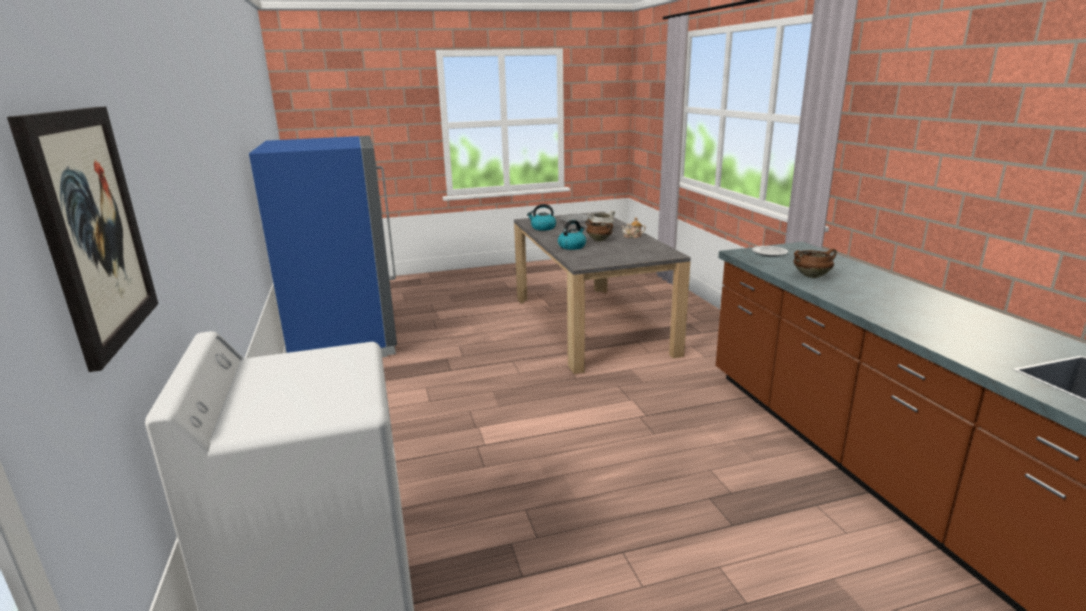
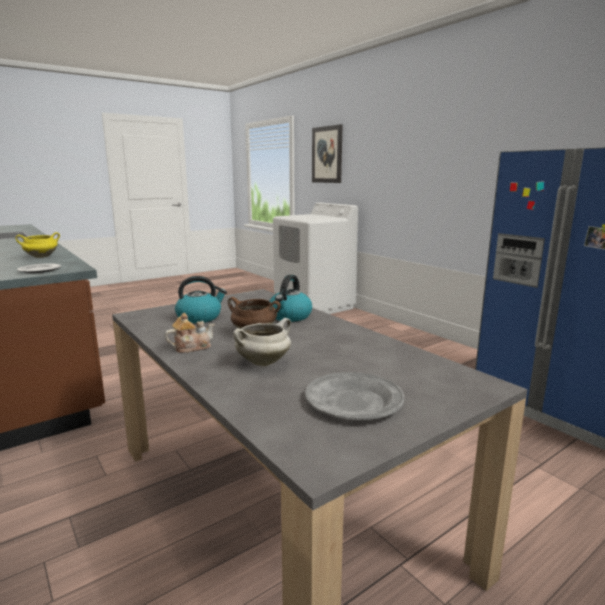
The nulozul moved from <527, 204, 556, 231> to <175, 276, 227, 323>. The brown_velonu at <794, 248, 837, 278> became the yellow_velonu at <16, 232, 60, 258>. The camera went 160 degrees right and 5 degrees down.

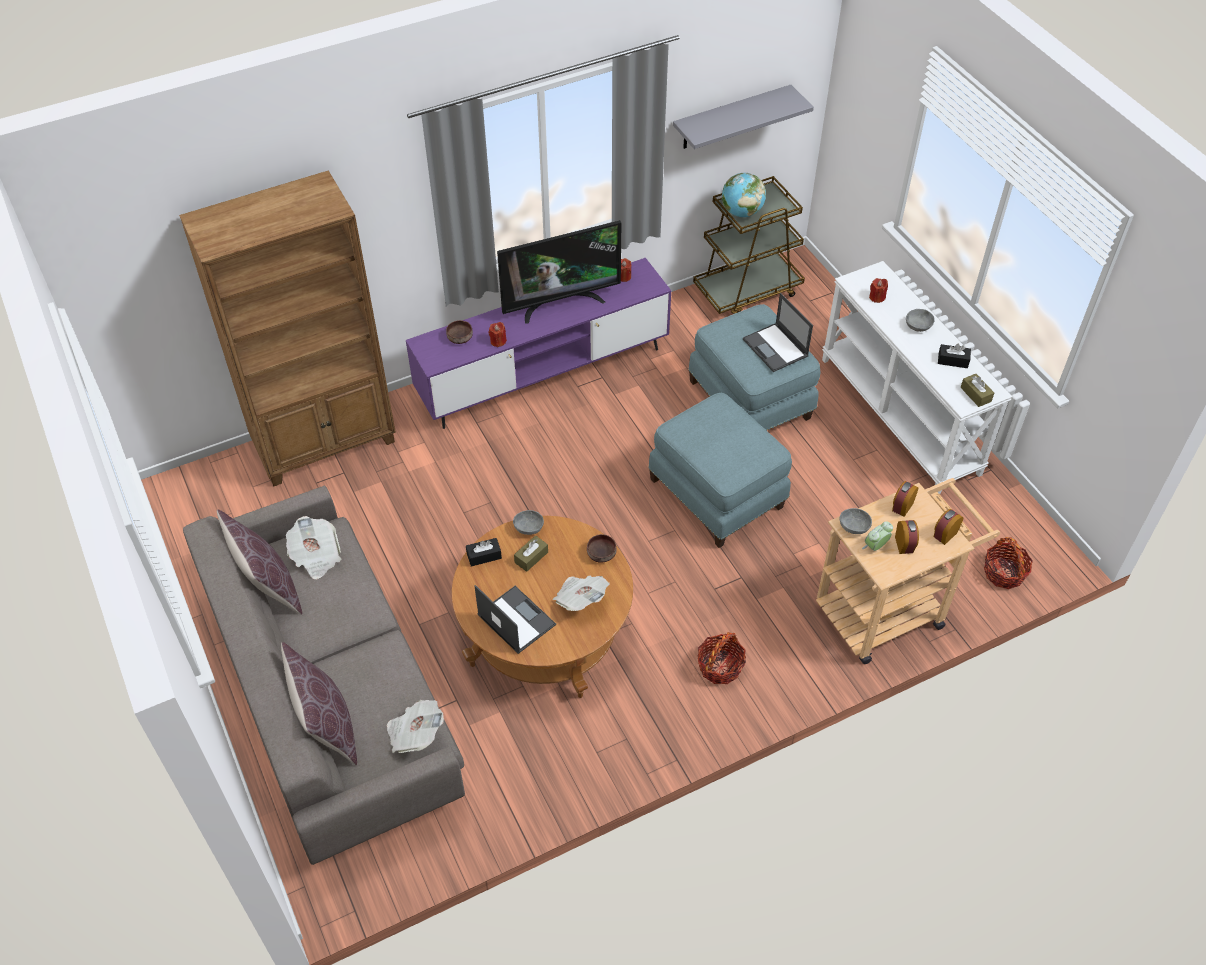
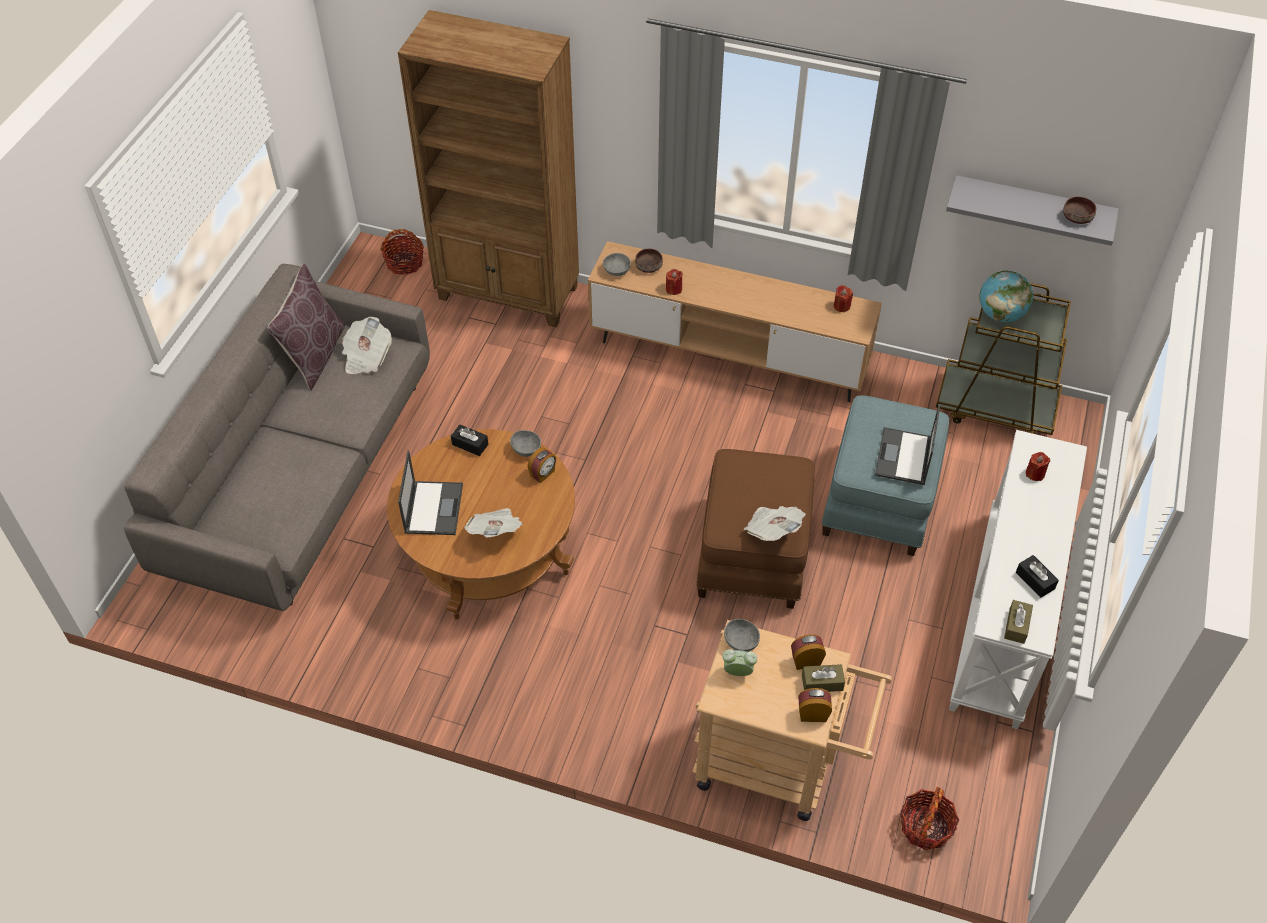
The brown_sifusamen at <281, 642, 357, 765> disappeared. The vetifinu at <497, 220, 621, 324> disappeared. The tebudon moved from <387, 700, 444, 753> to <743, 506, 806, 541>. The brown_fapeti moved from <514, 536, 548, 572> to <802, 664, 845, 692>. The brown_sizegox moved from <587, 534, 617, 563> to <1063, 196, 1097, 224>. The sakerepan moved from <697, 632, 746, 684> to <380, 229, 424, 275>. The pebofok moved from <895, 520, 919, 554> to <528, 447, 556, 483>. The grey_sizegox moved from <906, 309, 935, 332> to <603, 253, 631, 276>. The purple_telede at <406, 258, 671, 429> became the brown_telede at <588, 241, 882, 402>. The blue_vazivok at <648, 393, 792, 548> became the brown_vazivok at <696, 449, 814, 609>. The camera went 45 degrees right and 0 degrees up.

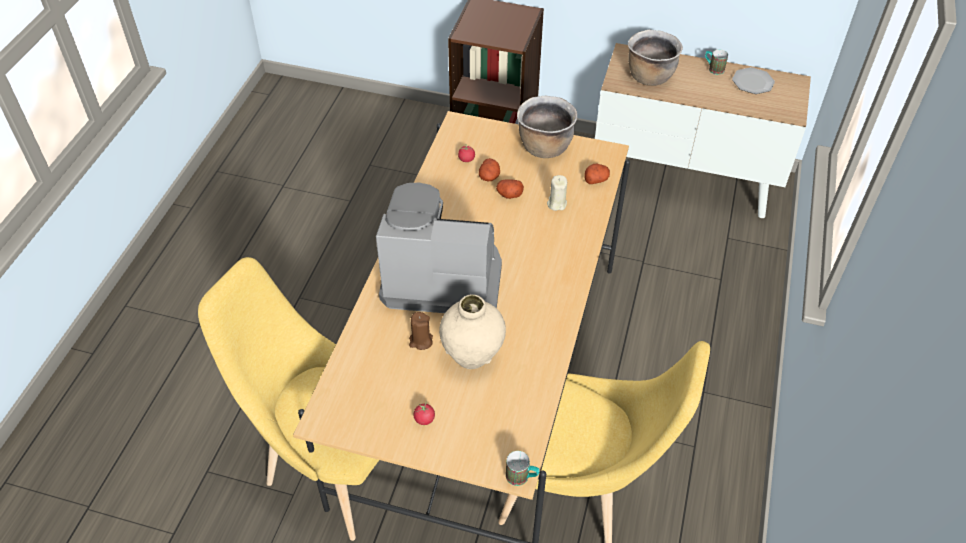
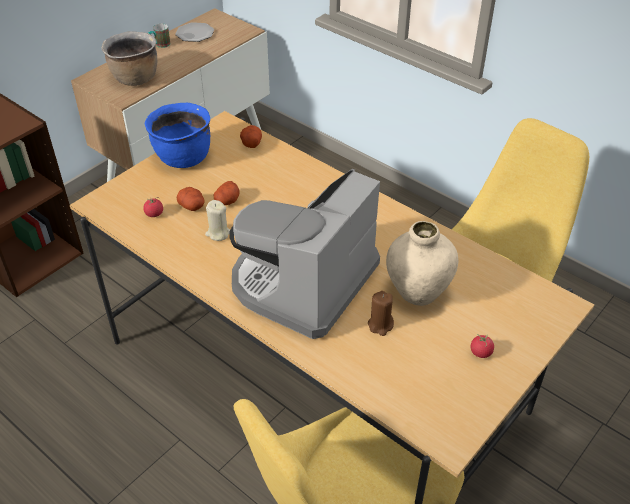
The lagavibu at <506, 451, 540, 486> disappeared. The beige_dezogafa moved from <547, 175, 567, 211> to <205, 200, 230, 241>. The brown_velonu at <517, 96, 577, 158> became the blue_velonu at <144, 103, 210, 168>. The camera went 65 degrees left and 5 degrees down.

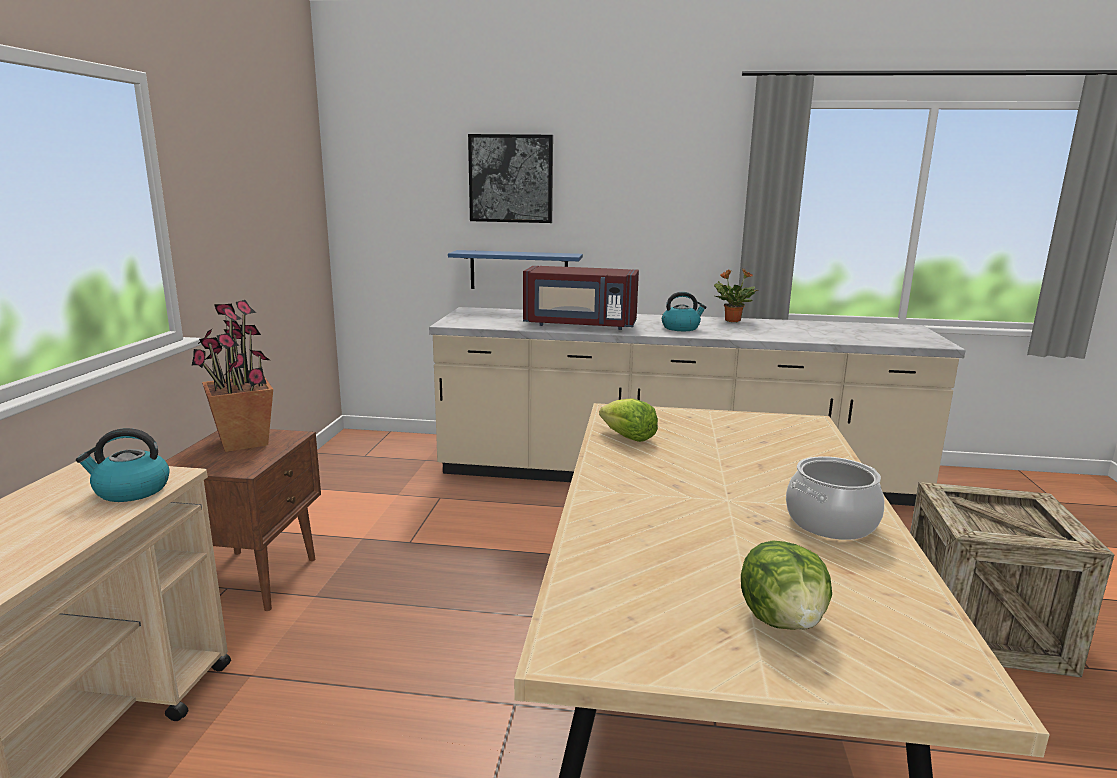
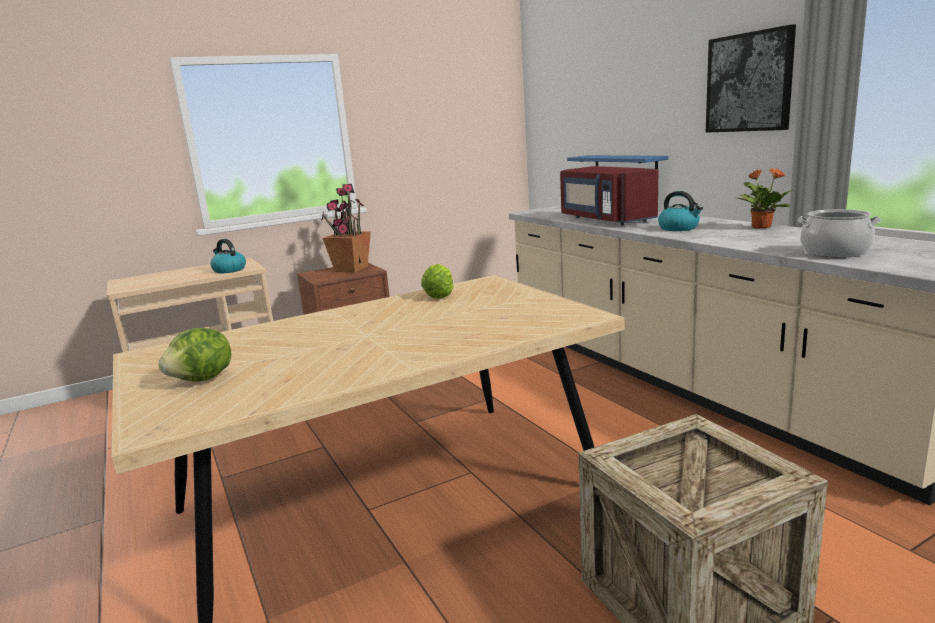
The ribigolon moved from <468, 134, 553, 223> to <706, 24, 796, 133>. The velonu moved from <786, 456, 884, 540> to <797, 209, 881, 258>. The camera went 55 degrees right and 0 degrees up.

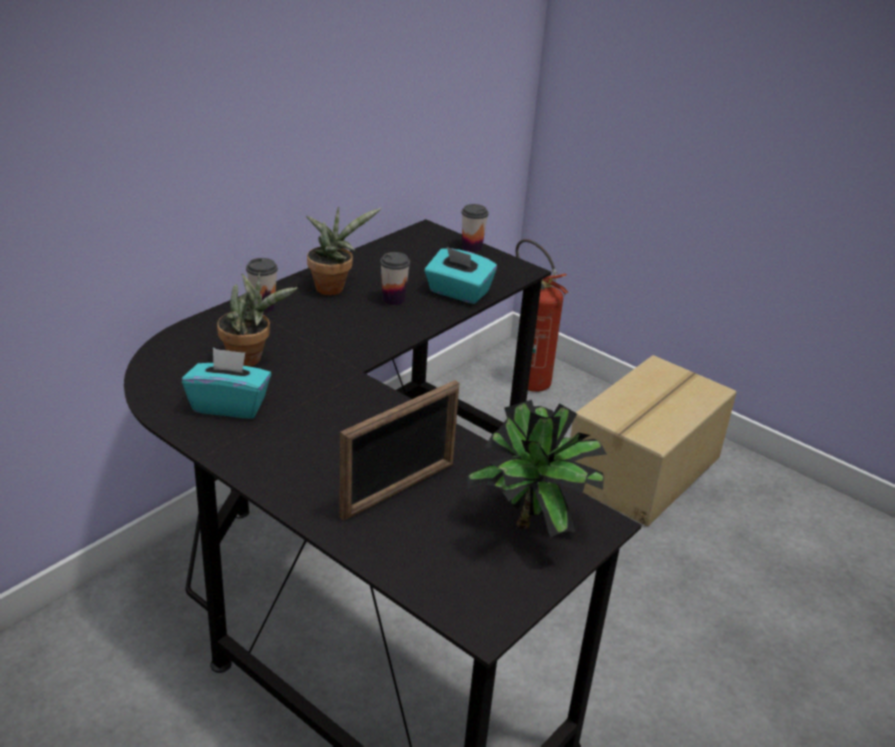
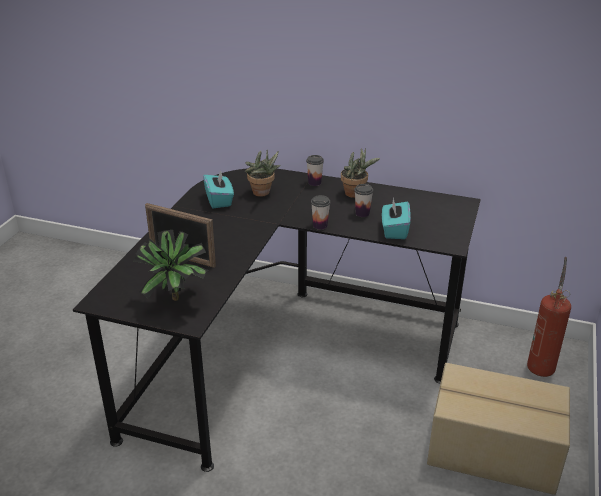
The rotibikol moved from <461, 204, 489, 252> to <311, 195, 330, 230>. The camera went 70 degrees right and 0 degrees up.

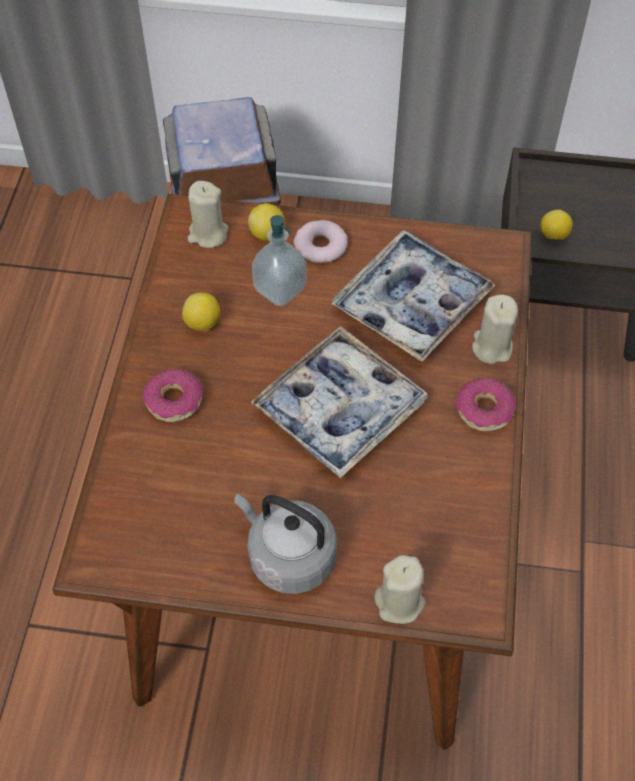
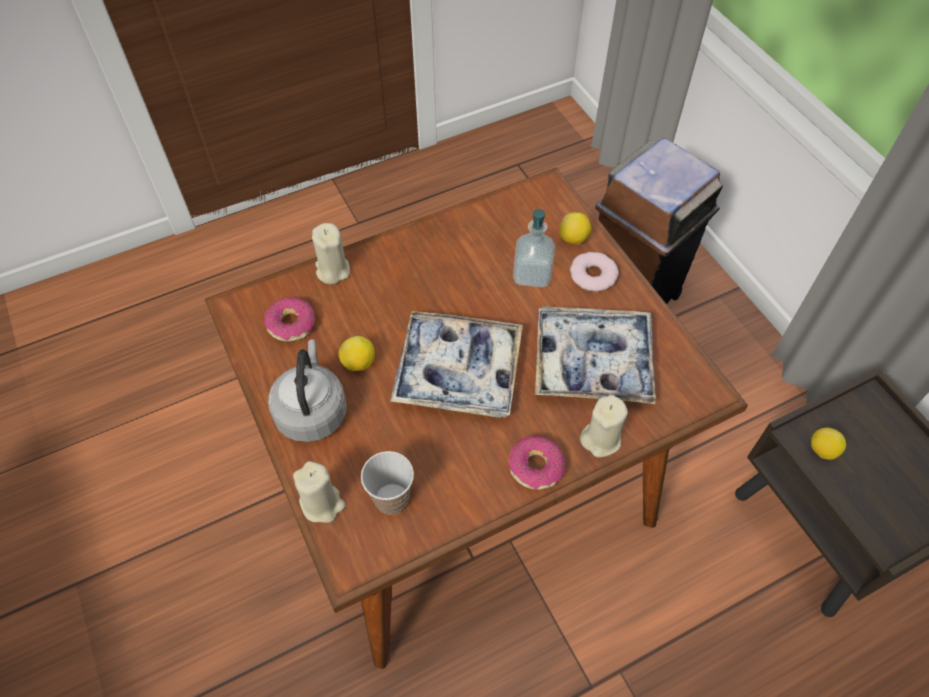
The rotibikol at <361, 451, 414, 515> appeared. The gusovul moved from <143, 369, 203, 422> to <264, 297, 314, 342>. The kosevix moved from <182, 292, 220, 331> to <339, 336, 375, 371>. The beige_dezogafa moved from <188, 181, 229, 248> to <312, 223, 350, 284>. The camera went 55 degrees right and 0 degrees up.

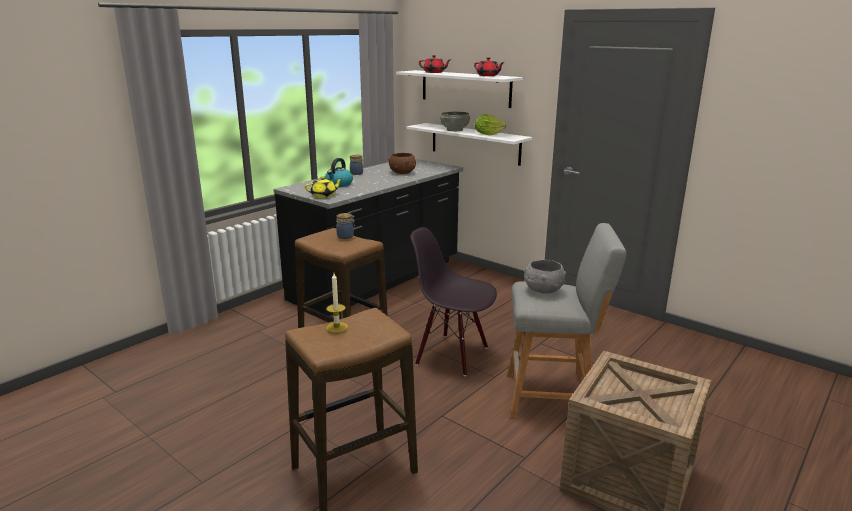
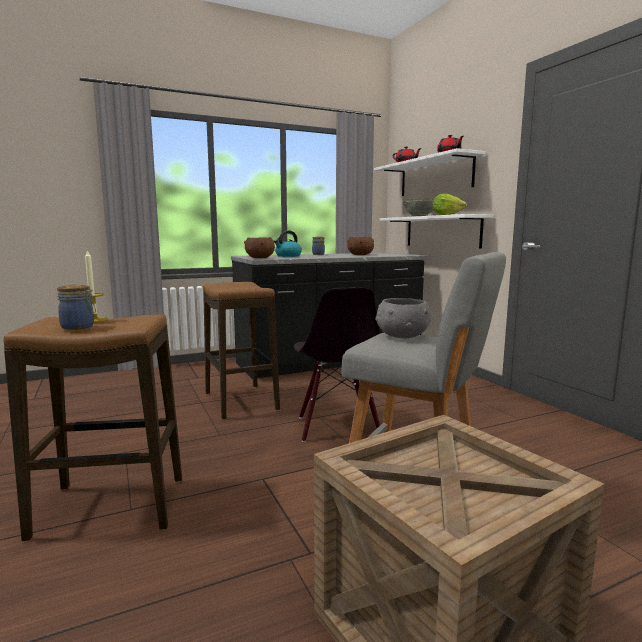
The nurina moved from <336, 213, 355, 239> to <57, 284, 96, 330>. The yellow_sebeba at <305, 176, 343, 198> was replaced by the brown_sizegox at <244, 237, 275, 258>. The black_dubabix at <410, 227, 497, 376> turned 150 degrees counterclockwise. The camera went 25 degrees right and 10 degrees down.

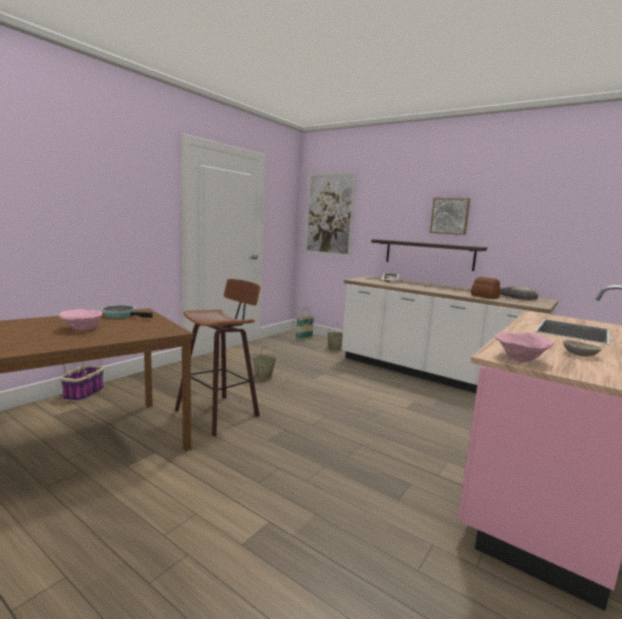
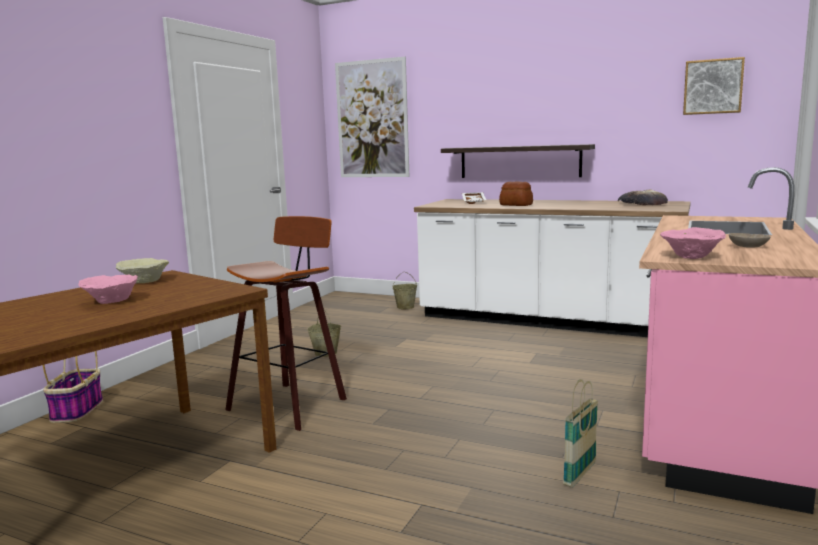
The sakerepan moved from <296, 308, 314, 341> to <563, 379, 598, 488>. The ribigolon moved from <430, 198, 470, 235> to <683, 57, 745, 115>. The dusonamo moved from <471, 277, 501, 299> to <499, 181, 533, 206>. The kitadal at <101, 305, 153, 318> was replaced by the beige_sizegox at <116, 258, 169, 283>. The camera went 10 degrees left and 0 degrees up.

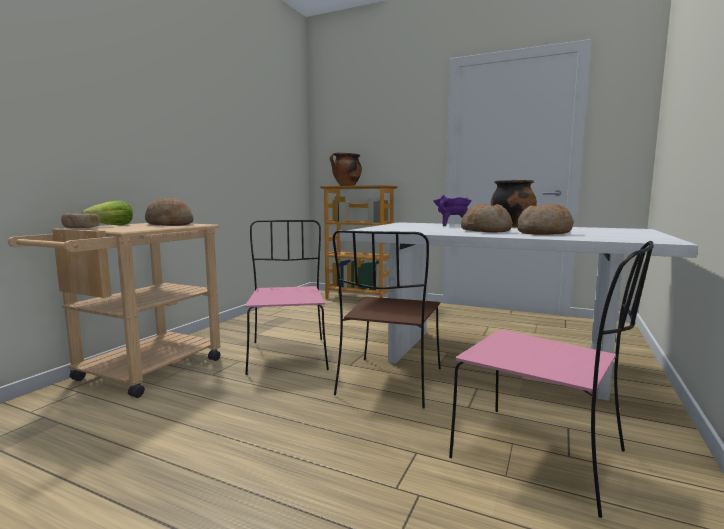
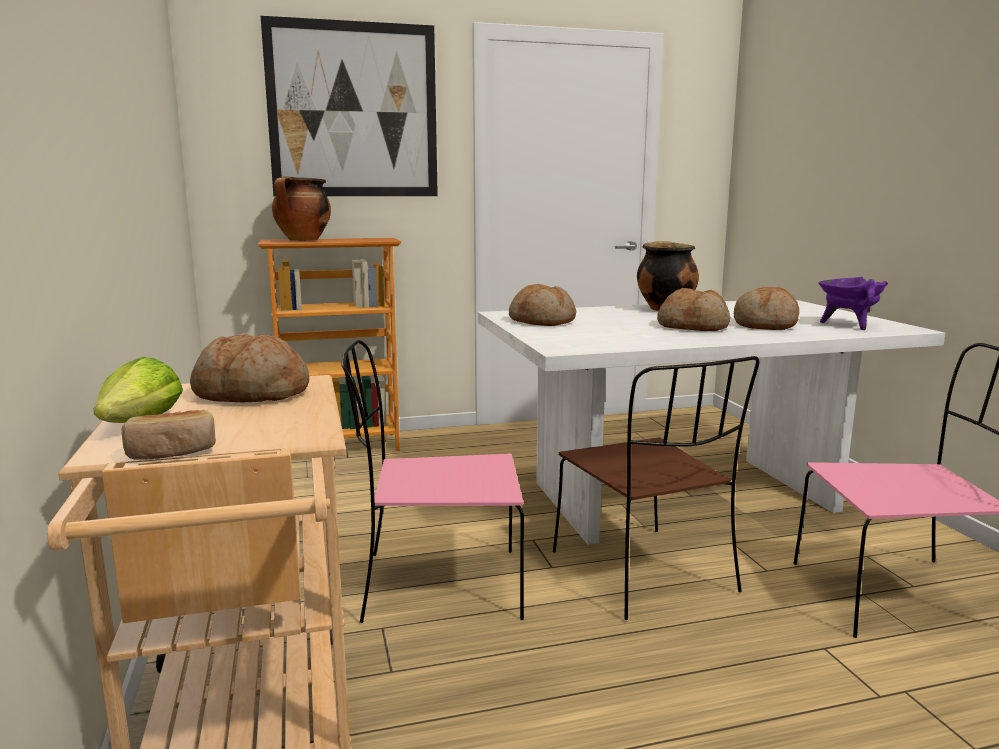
The ribigolon at <261, 16, 438, 196> appeared. The dusonamo at <509, 284, 576, 326> appeared. The purple_velonu moved from <433, 195, 472, 226> to <818, 277, 888, 330>. The pink_dubabix at <245, 220, 329, 375> turned 45 degrees counterclockwise. The camera went 40 degrees left and 5 degrees up.

